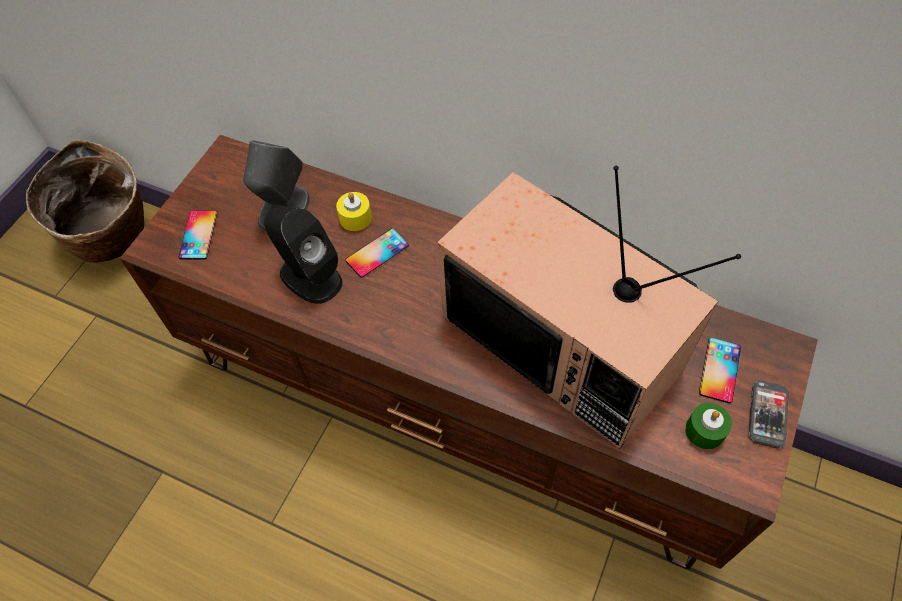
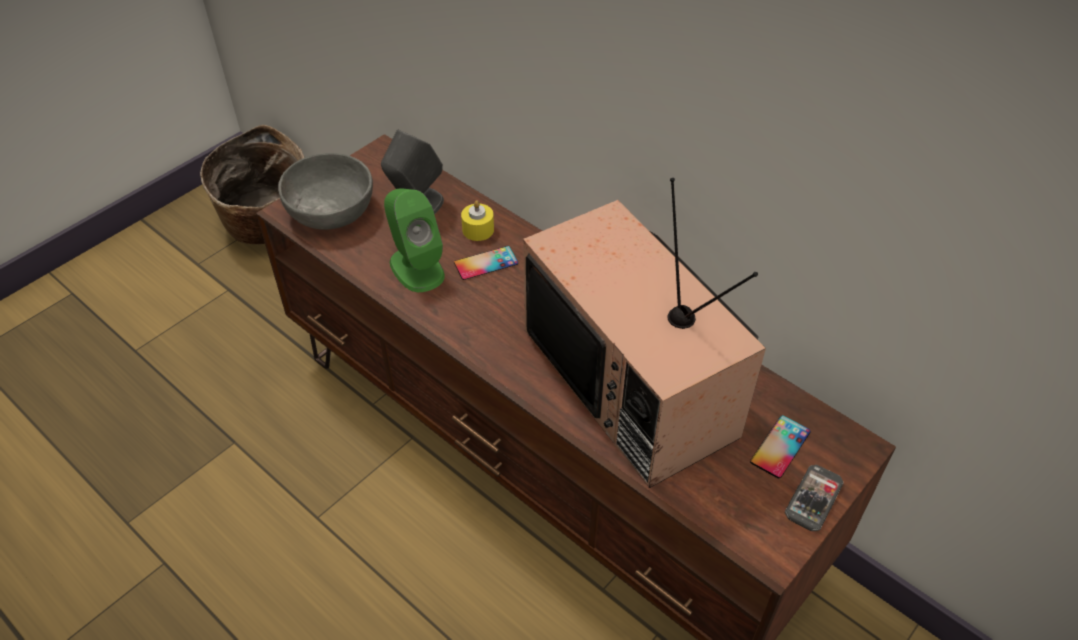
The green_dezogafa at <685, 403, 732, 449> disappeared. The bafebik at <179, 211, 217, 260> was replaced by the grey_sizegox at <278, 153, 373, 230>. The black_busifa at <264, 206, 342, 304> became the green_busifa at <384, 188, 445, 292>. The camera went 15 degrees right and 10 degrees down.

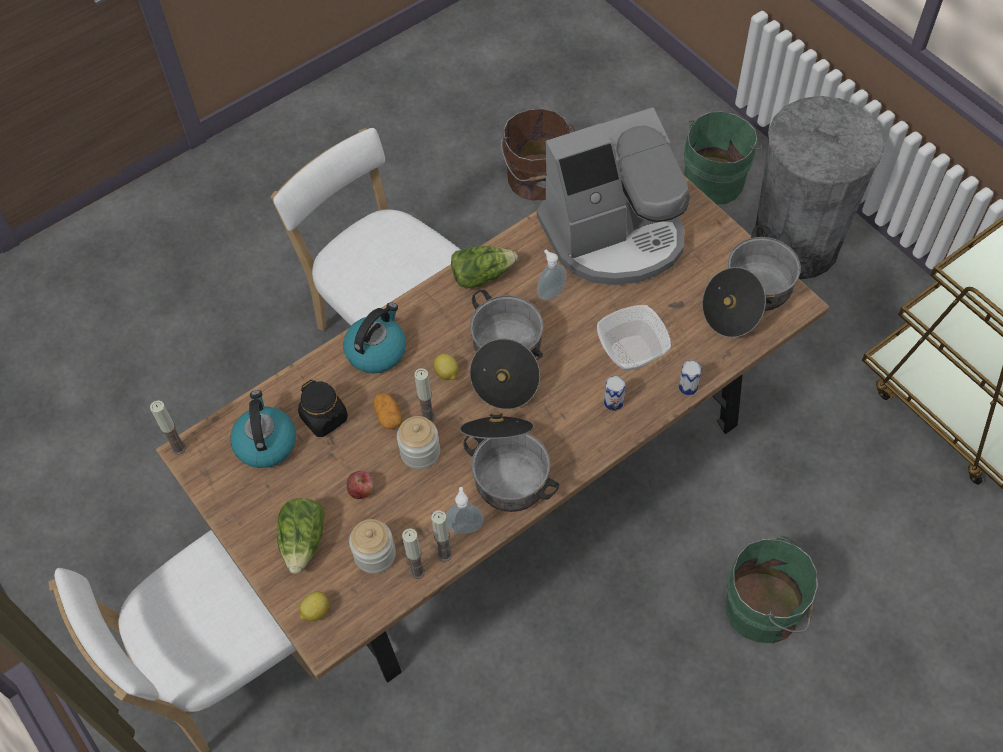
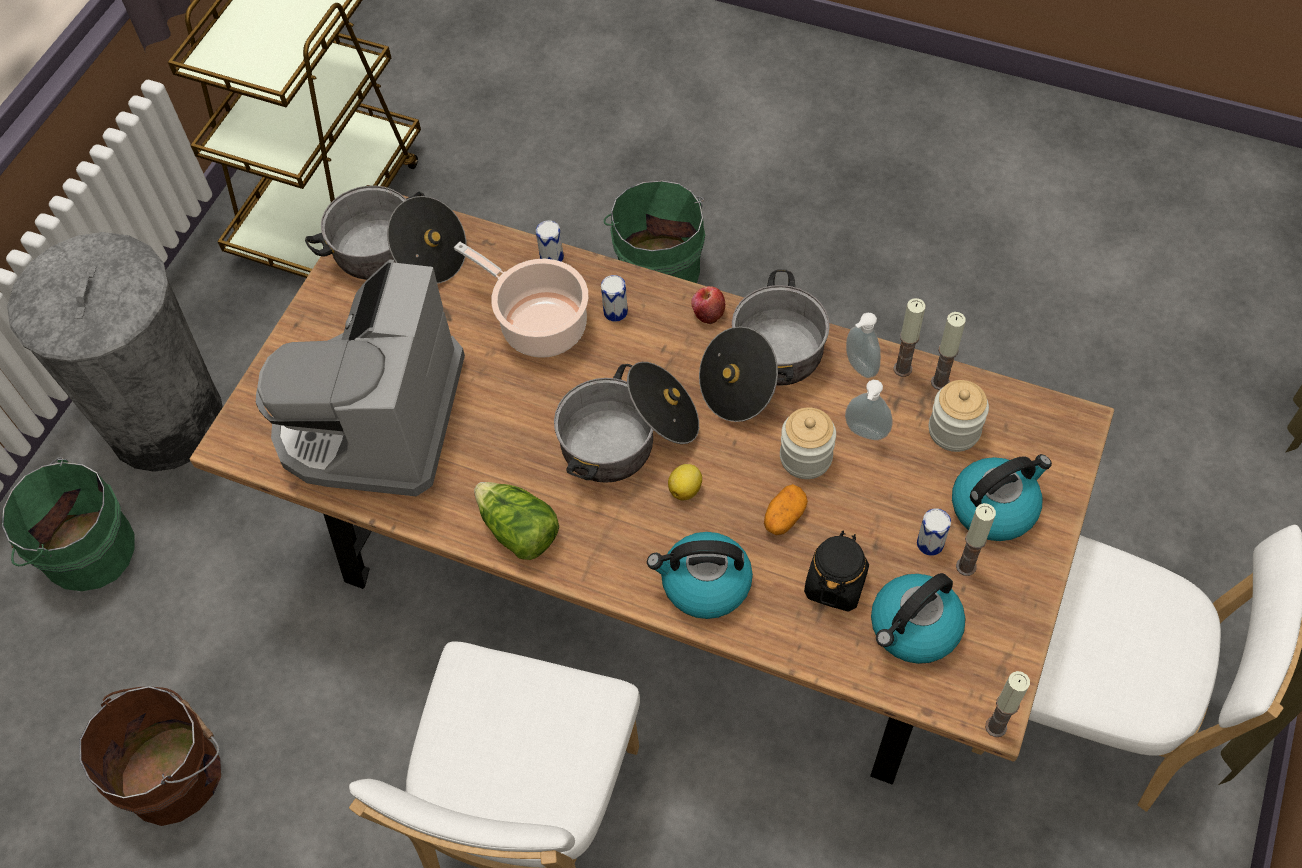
The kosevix at <299, 591, 329, 621> disappeared. The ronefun at <917, 508, 951, 556> appeared. The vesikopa moved from <347, 471, 374, 499> to <691, 286, 725, 324>. The dezogafa moved from <414, 368, 435, 422> to <956, 503, 996, 576>. The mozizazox moved from <537, 249, 566, 300> to <845, 380, 892, 440>. The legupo at <277, 498, 325, 574> was replaced by the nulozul at <952, 454, 1052, 541>. The sizegox at <597, 305, 671, 371> was replaced by the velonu at <454, 242, 588, 358>. The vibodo at <537, 107, 690, 285> turned 120 degrees counterclockwise. The camera went 120 degrees left and 0 degrees up.

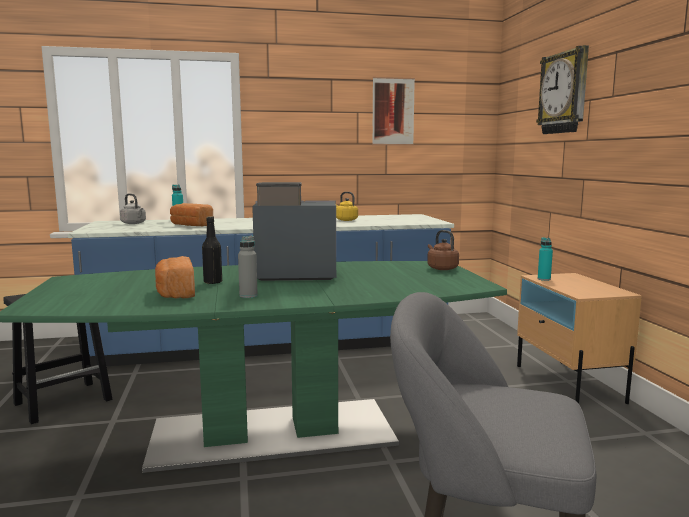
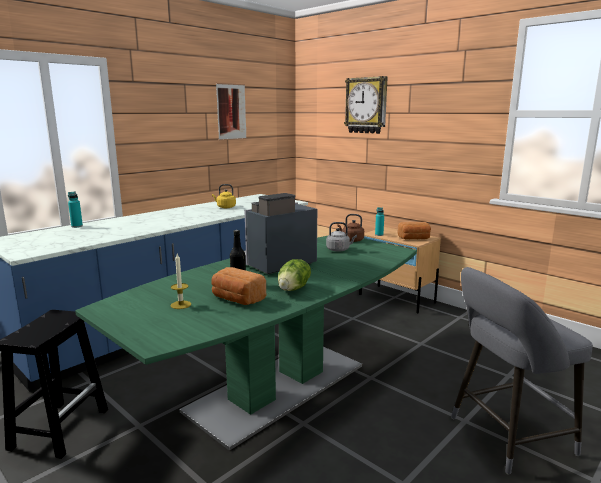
The dezogafa at <171, 254, 191, 309> appeared. The grey_nulozul moved from <120, 193, 146, 224> to <326, 222, 357, 252>. The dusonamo moved from <170, 203, 213, 226> to <398, 222, 431, 240>. The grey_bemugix at <238, 236, 258, 298> was replaced by the legupo at <278, 259, 311, 291>. The camera went 35 degrees left and 5 degrees up.

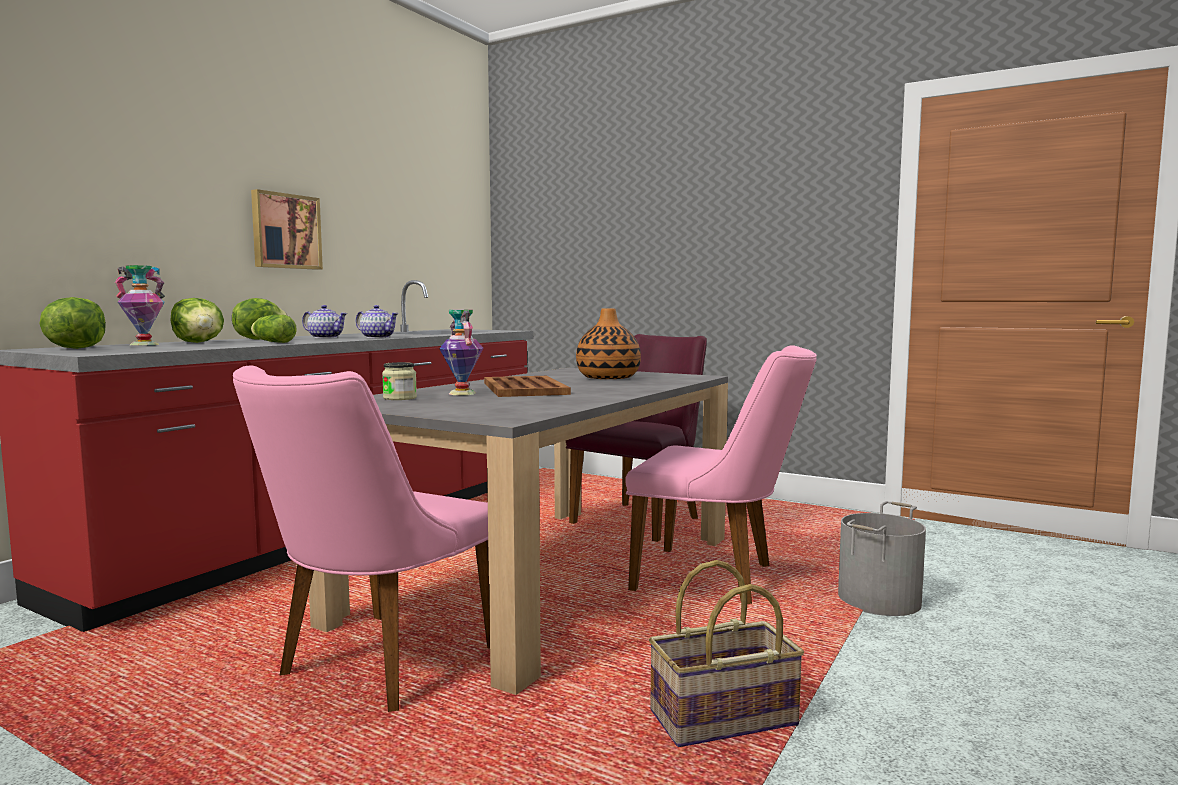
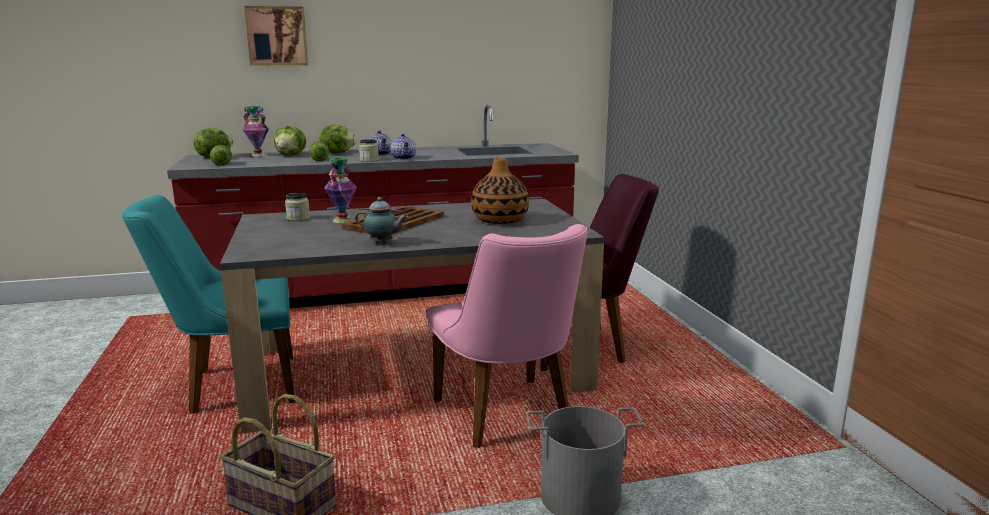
The legupo at <210, 145, 232, 166> appeared. The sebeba at <355, 197, 408, 244> appeared. The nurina at <359, 139, 379, 162> appeared. The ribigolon moved from <251, 189, 323, 270> to <244, 6, 308, 65>. The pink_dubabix at <233, 365, 490, 712> became the turquoise_dubabix at <122, 195, 295, 414>. The camera went 45 degrees right and 10 degrees up.

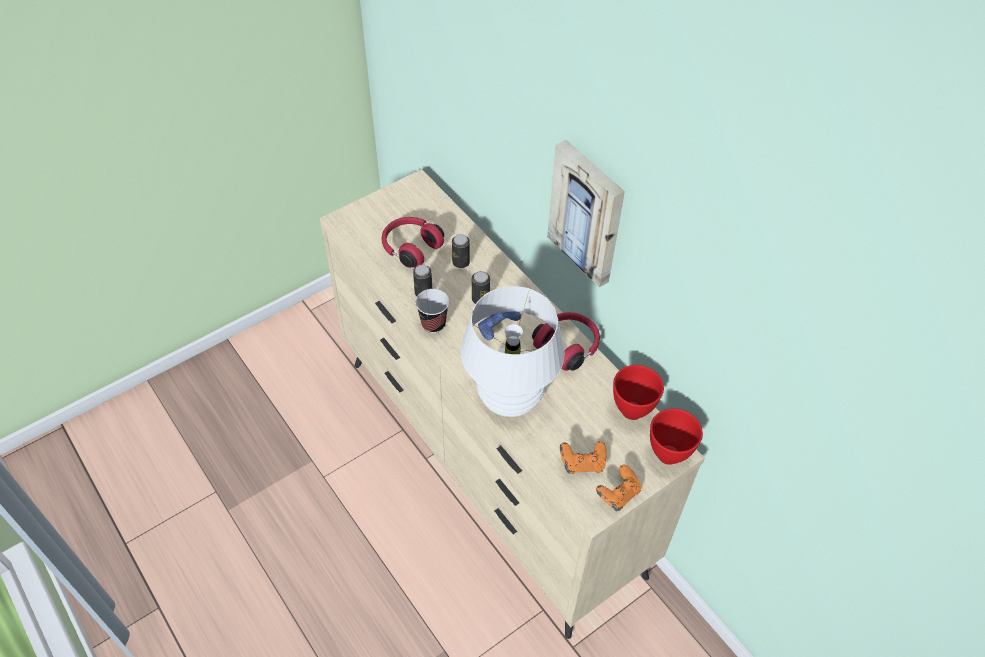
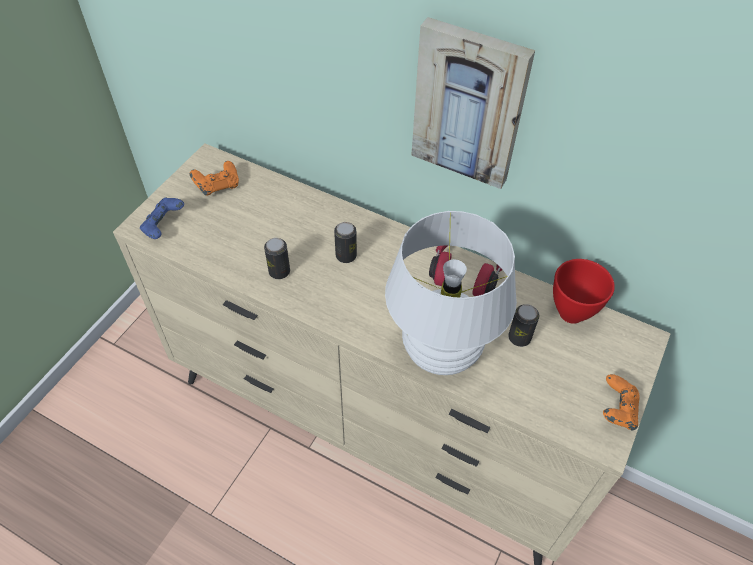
The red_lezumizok at <382, 217, 444, 268> disappeared. The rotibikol at <416, 289, 449, 333> disappeared. The red_sizegox at <650, 408, 703, 465> disappeared. The ronefun moved from <452, 234, 470, 268> to <508, 304, 539, 347>. The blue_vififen moved from <478, 312, 521, 340> to <140, 197, 184, 239>. The orange_vififen moved from <560, 441, 607, 474> to <190, 161, 239, 195>. The camera went 25 degrees left and 0 degrees up.

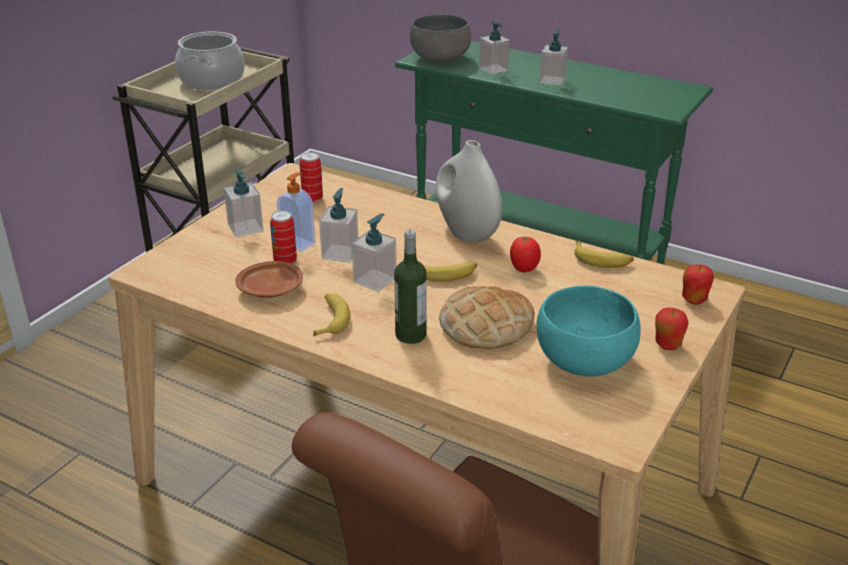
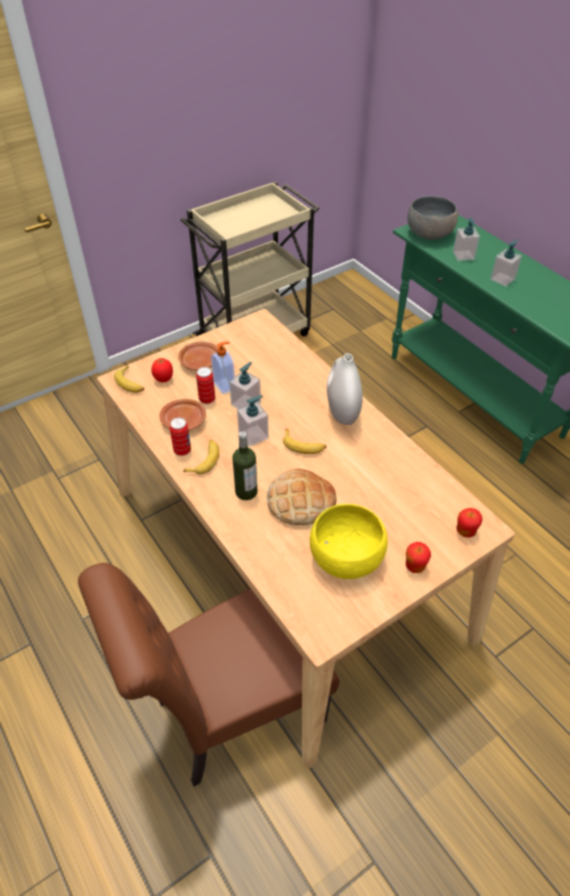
The velonu at <175, 31, 245, 90> disappeared. The ronefun moved from <299, 152, 323, 203> to <170, 418, 191, 456>. The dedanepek moved from <510, 236, 541, 272> to <151, 357, 173, 382>. The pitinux moved from <574, 241, 634, 268> to <114, 365, 144, 393>. The mozizazox at <224, 168, 264, 237> was replaced by the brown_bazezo at <178, 342, 218, 370>. The turquoise_sizegox at <536, 286, 641, 377> became the yellow_sizegox at <310, 504, 388, 579>. The camera went 25 degrees right and 15 degrees up.

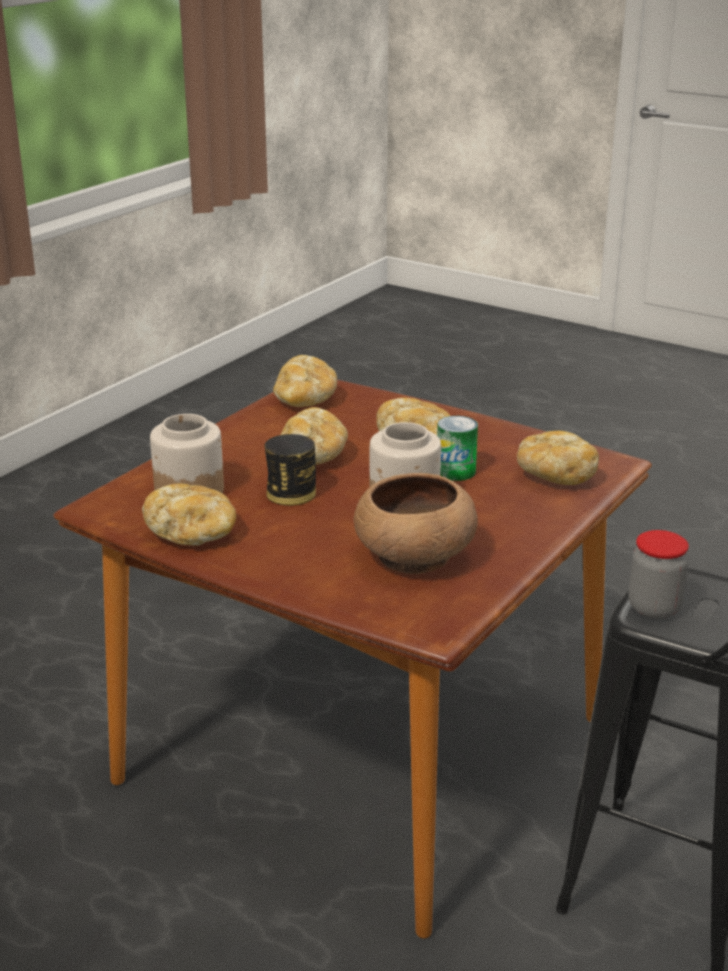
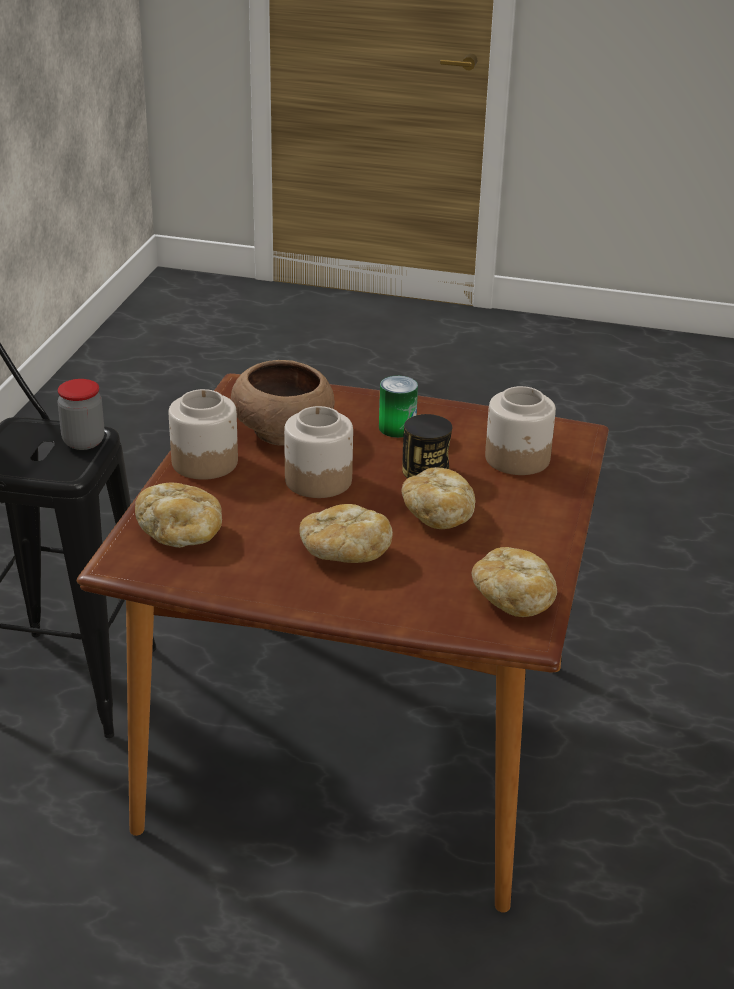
The dusonamo at <142, 483, 236, 546> disappeared. The nurina at <169, 389, 238, 480> appeared. The ronefun moved from <437, 416, 478, 481> to <379, 376, 418, 438>. The camera went 160 degrees right and 5 degrees up.

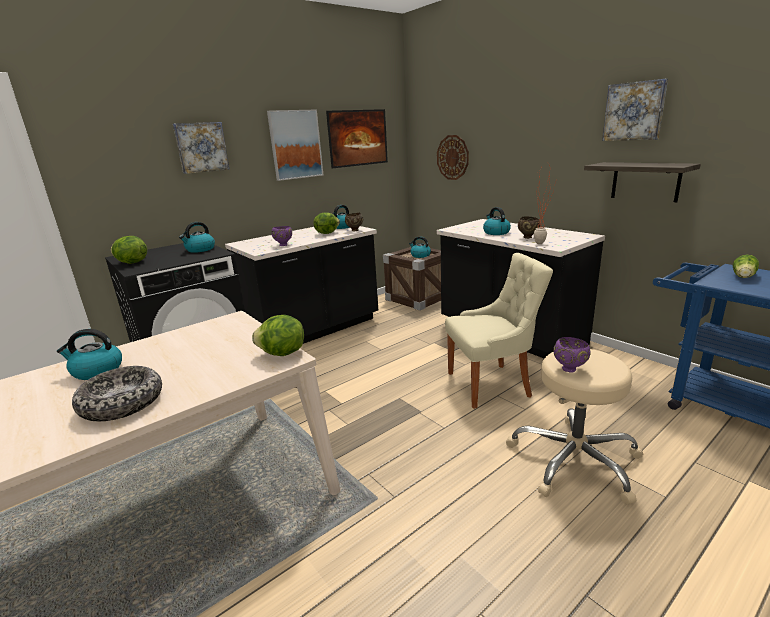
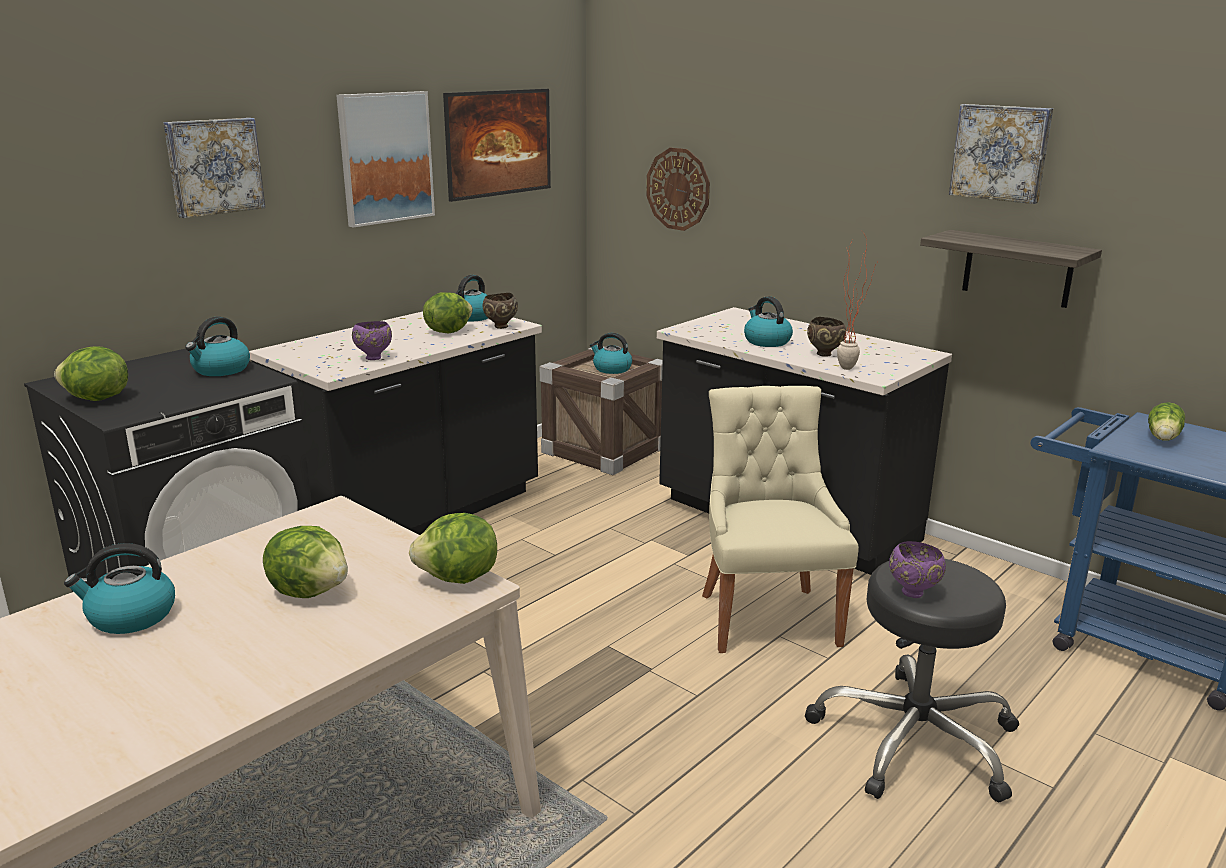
The sizegox at <72, 366, 162, 421> disappeared. The legupo at <263, 526, 348, 598> appeared. The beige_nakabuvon at <506, 349, 643, 505> became the black_nakabuvon at <805, 559, 1019, 802>. The beige_dubabix at <445, 253, 553, 409> turned 75 degrees counterclockwise. The camera went 10 degrees left and 0 degrees up.

